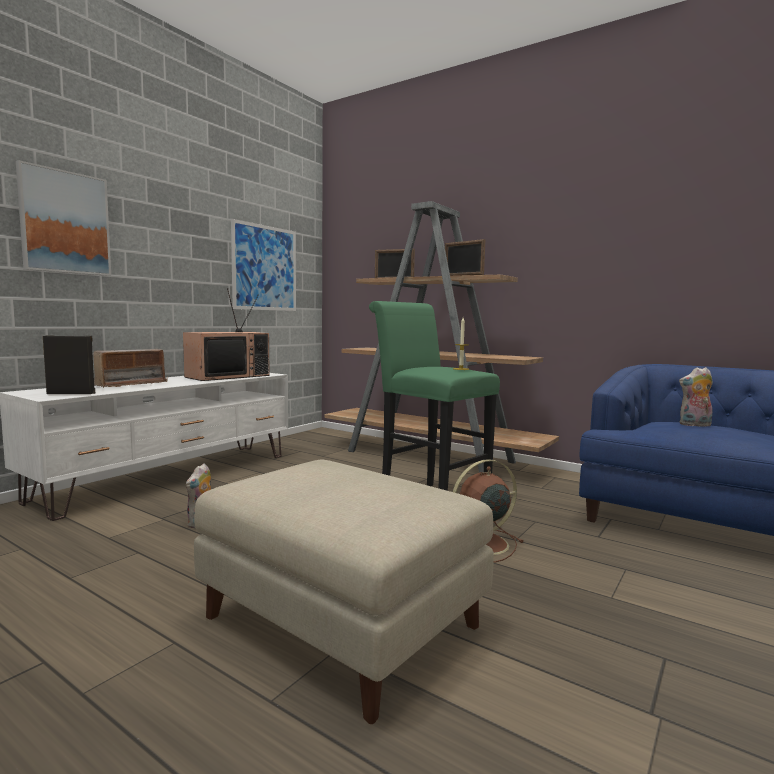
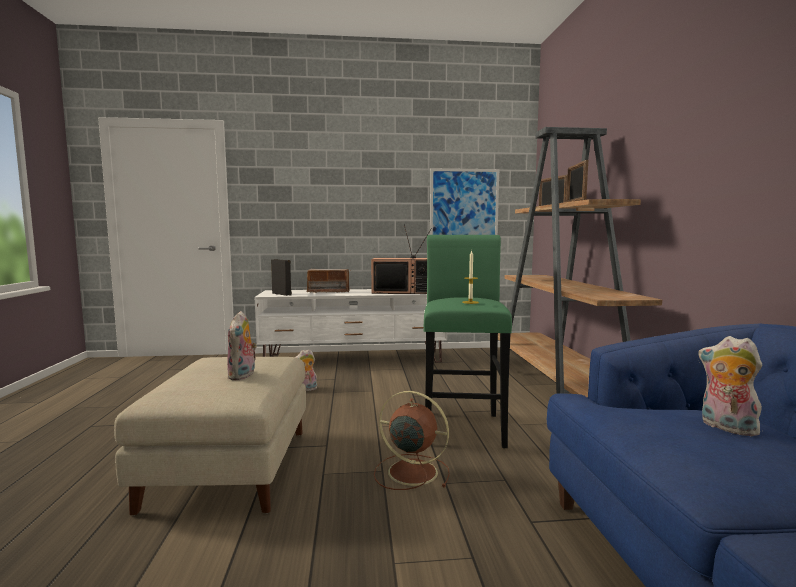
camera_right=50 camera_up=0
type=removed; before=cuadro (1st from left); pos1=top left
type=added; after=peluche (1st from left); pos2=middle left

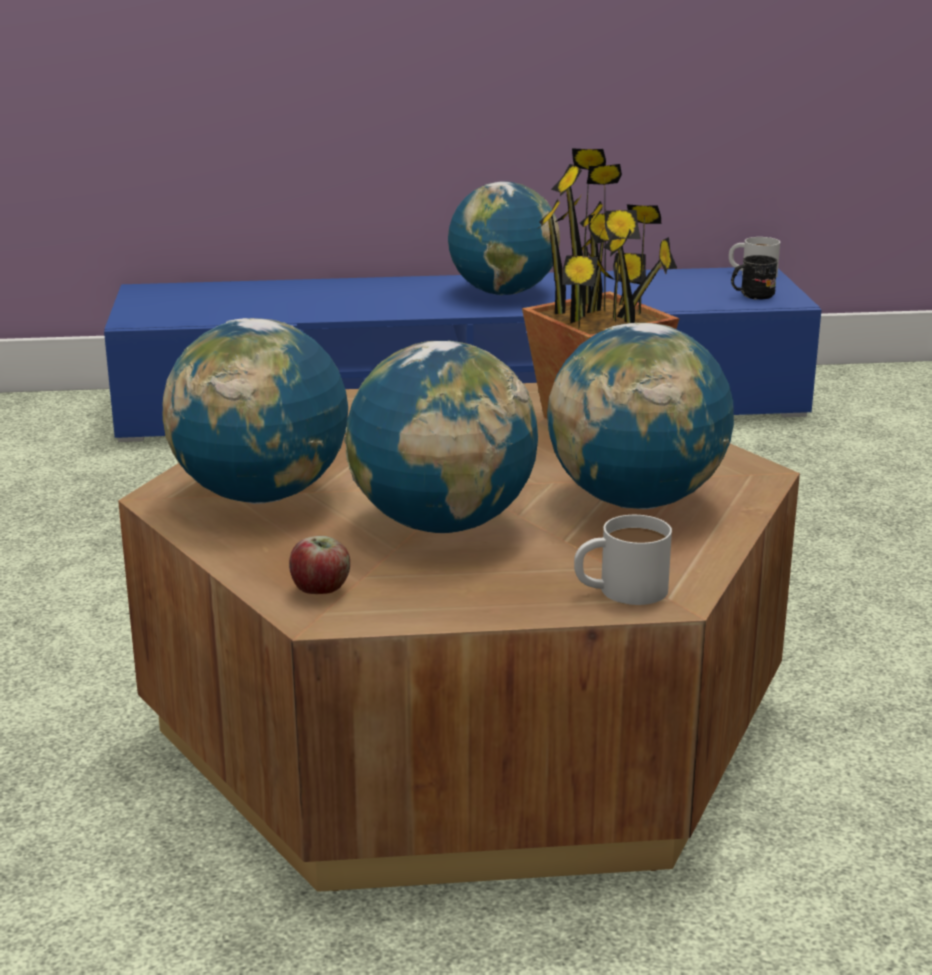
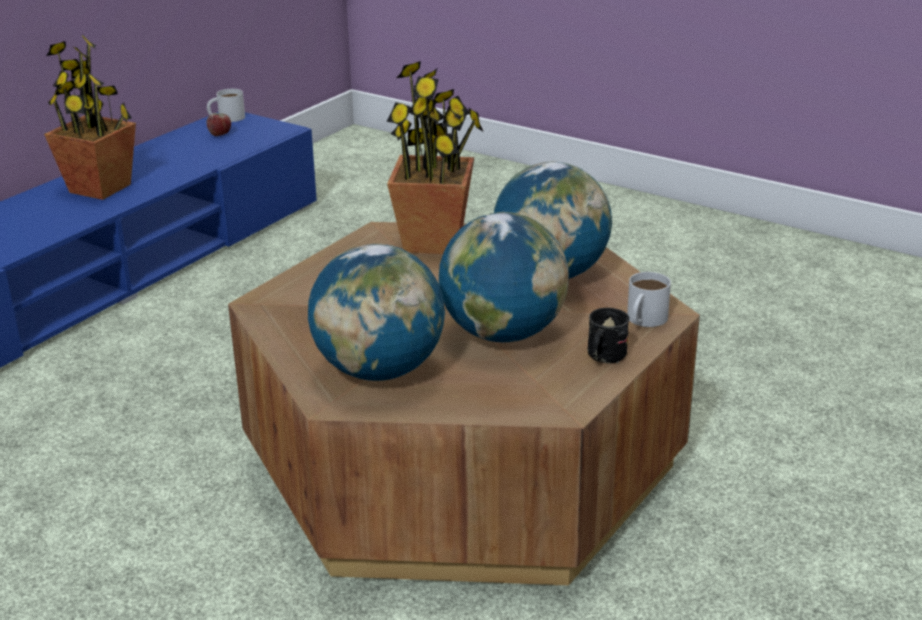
camera_right=-50 camera_up=5
type=replaced; before=globo terráqueo (3rd from left); after=planta en maceta (1st from left); pos1=top centre; pos2=top left
type=moved; before=taza grande [negro]; pos1=top right; pos2=centre
type=moved; before=manzana; pos1=centre; pos2=top left

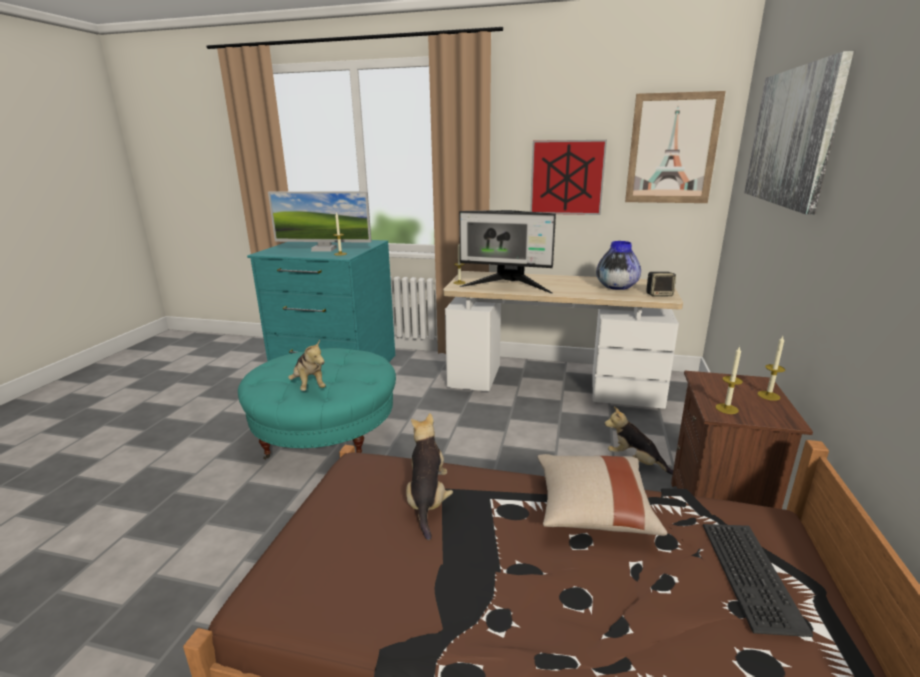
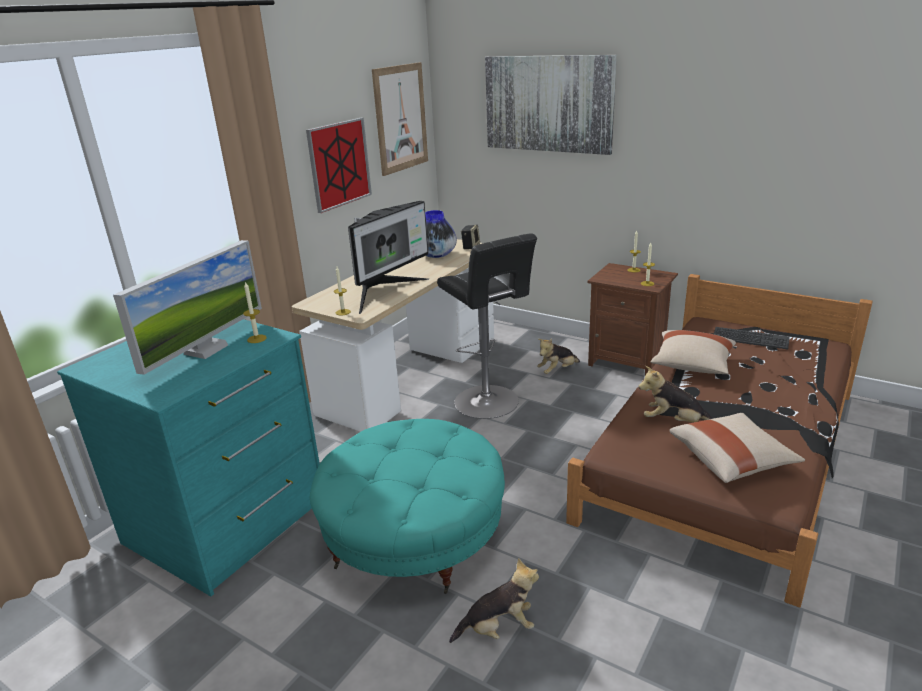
camera_right=-70 camera_up=5
type=moved; before=peluche (1st from left); pos1=centre; pos2=bottom centre
type=added; after=taburete [negro]; pos2=centre
type=added; after=cojín [beis] (2nd from left); pos2=middle right

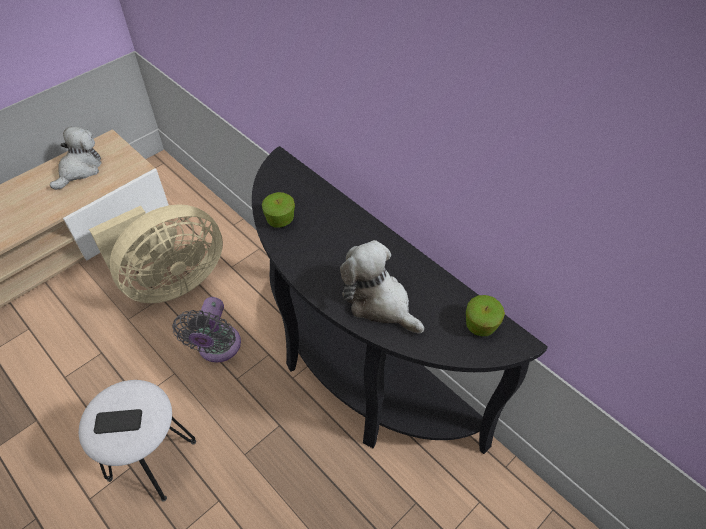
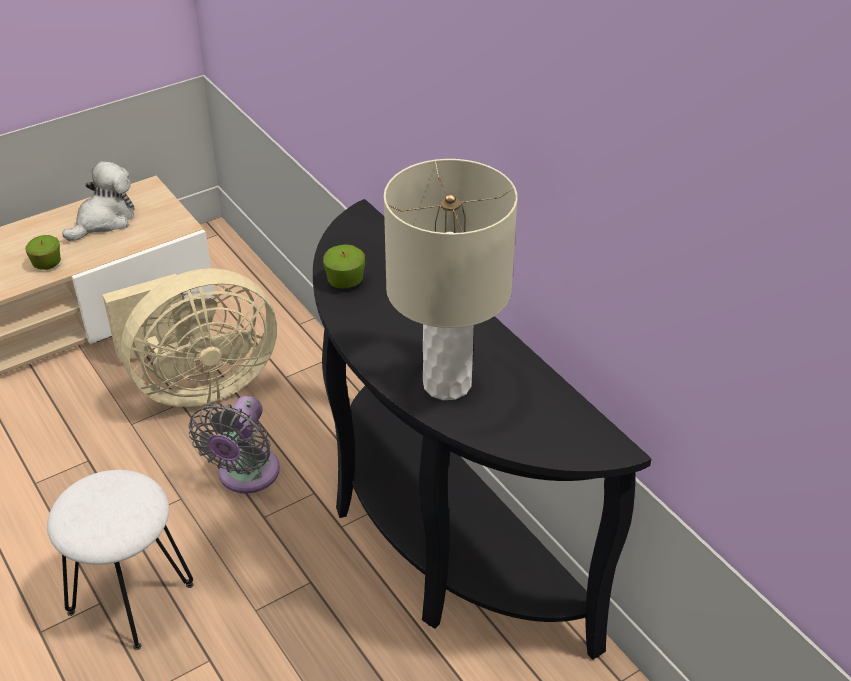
camera_right=10 camera_up=-10
type=replaced; before=peluche (2nd from left); after=lámpara de mesa [beis]; pos1=centre; pos2=centre
type=moved; before=manzana (2nd from left in the first image); after=manzana (1st from left); pos1=middle right; pos2=middle left
type=removed; before=móvil; pos1=bottom left

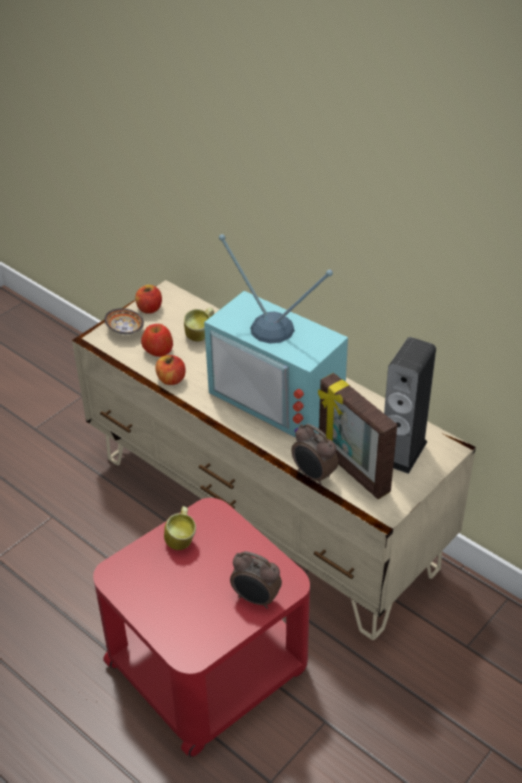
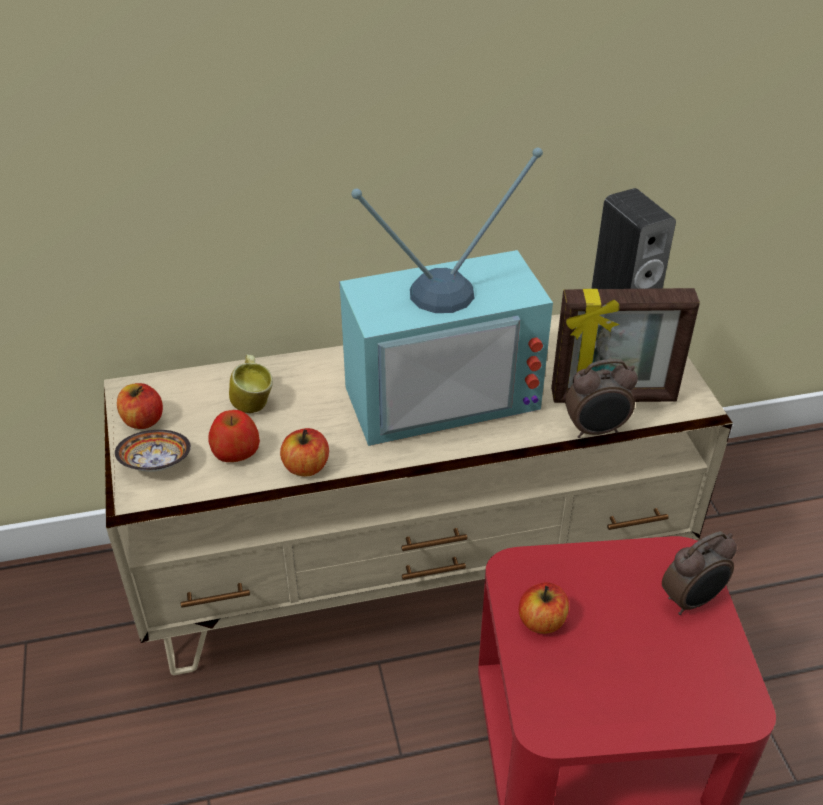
camera_right=-55 camera_up=0
type=replaced; before=taza grande (1st from left); after=manzana (4th from left); pos1=bottom centre; pos2=bottom centre

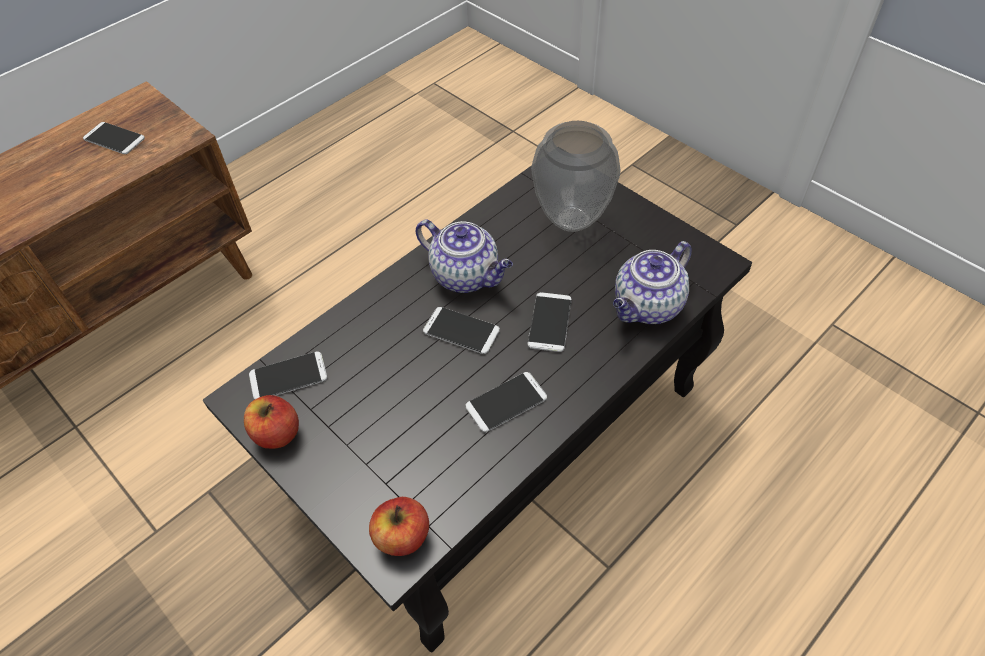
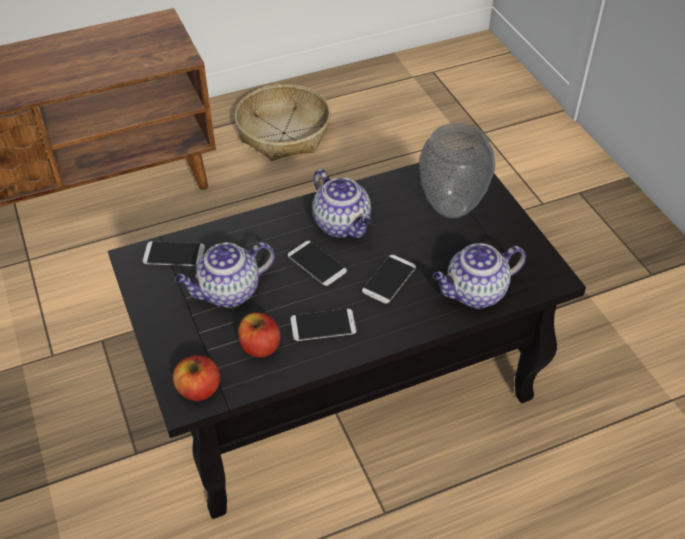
camera_right=20 camera_up=-5
type=removed; before=móvil (1st from left); pos1=top left
type=moved; before=manzana (1st from left in the first image); after=manzana (2nd from left); pos1=middle left; pos2=centre
type=added; after=cesta; pos2=top centre
type=added; after=tetera (1st from left); pos2=middle left

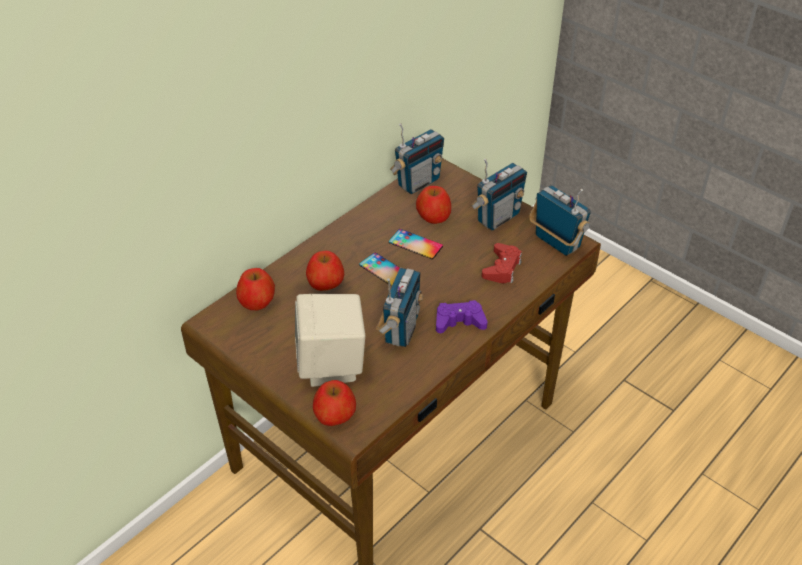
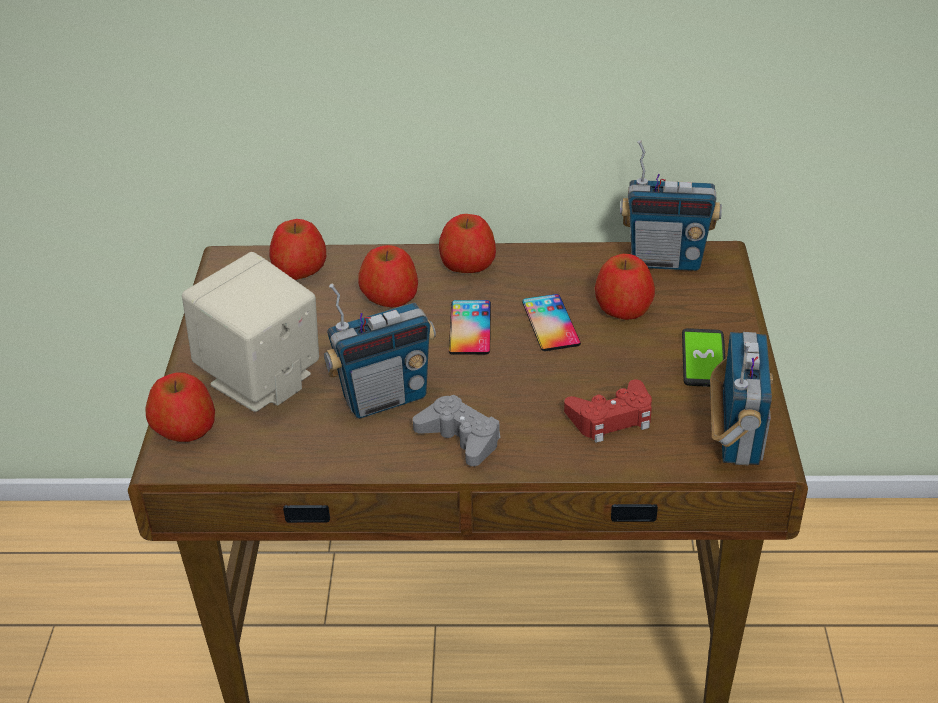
camera_right=50 camera_up=-5
type=replaced; before=radio (3rd from left); after=móvil (3rd from left); pos1=centre; pos2=middle right
type=recoloured; before=mando de consola [morado]; after=mando de consola [gris]; pos1=centre; pos2=centre
type=added; after=manzana (4th from left); pos2=centre

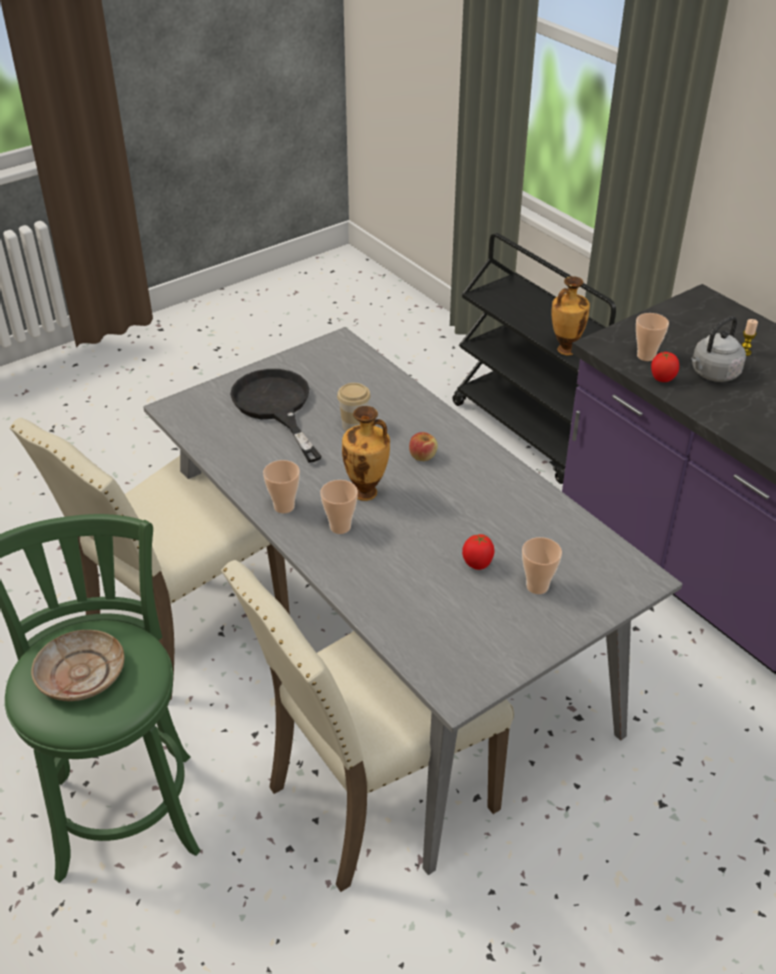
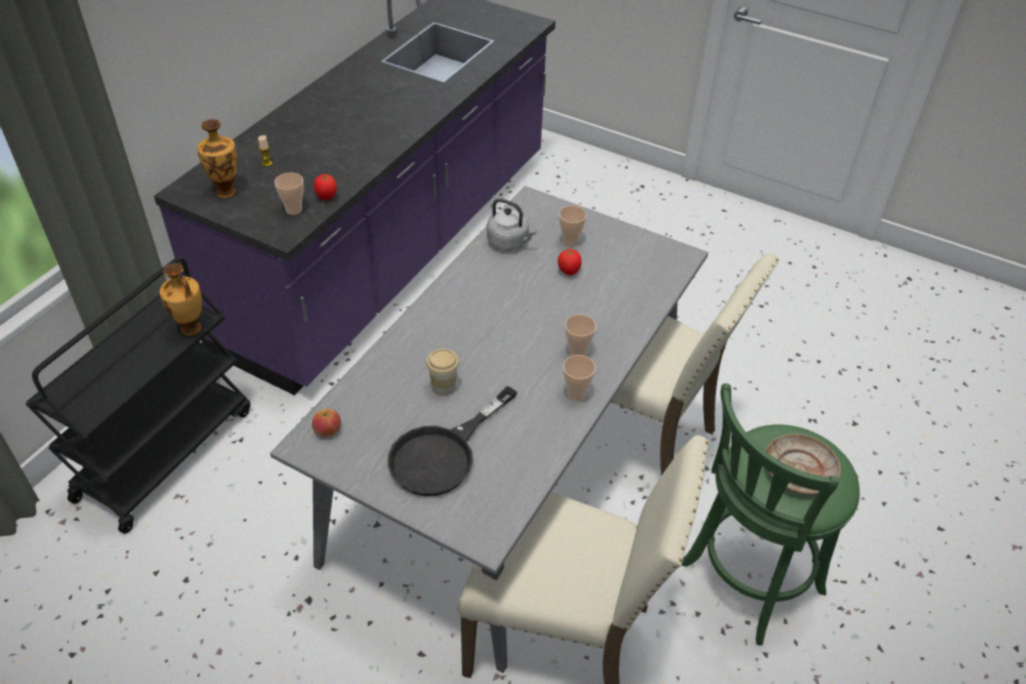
camera_right=-115 camera_up=5
type=moved; before=hervidor [gris]; pos1=middle right; pos2=top centre
type=moved; before=florero (1st from left in the first image); after=florero (2nd from left); pos1=centre; pos2=top left
type=moved; before=manzana; pos1=centre; pos2=middle left

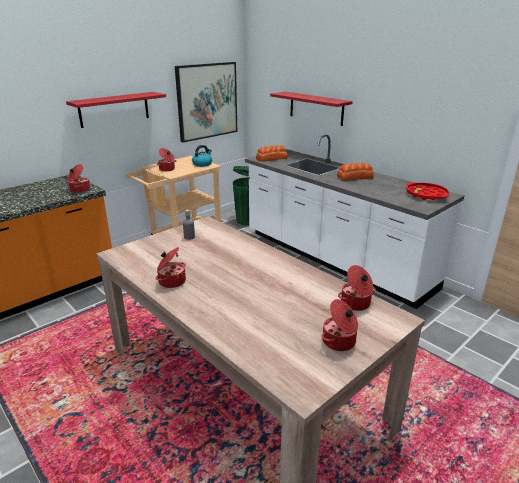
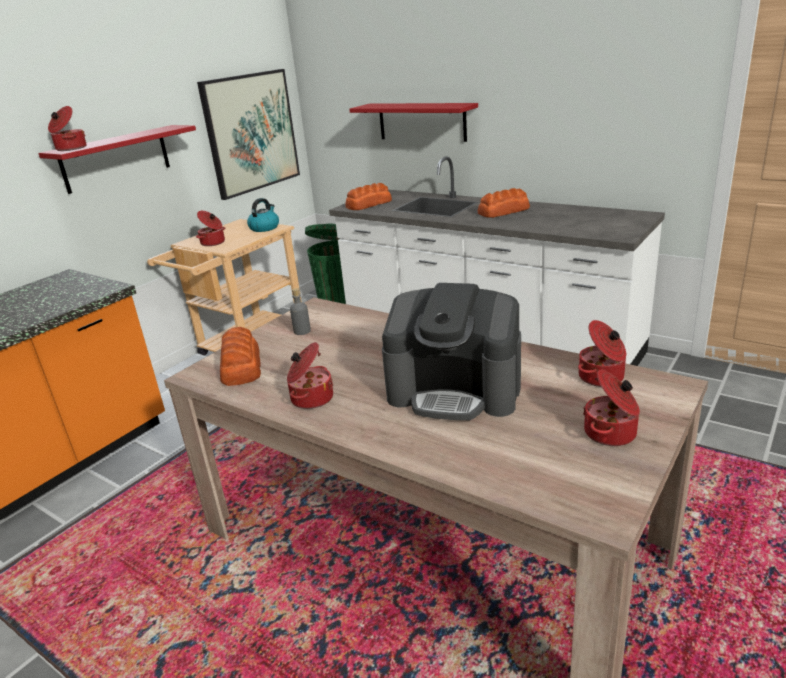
camera_right=-10 camera_up=0
type=moved; before=olla (1st from left); pos1=middle left; pos2=top left
type=removed; before=bandeja [rojo]; pos1=middle right
type=added; after=cafetera; pos2=centre
type=added; after=pan (1st from left); pos2=middle left

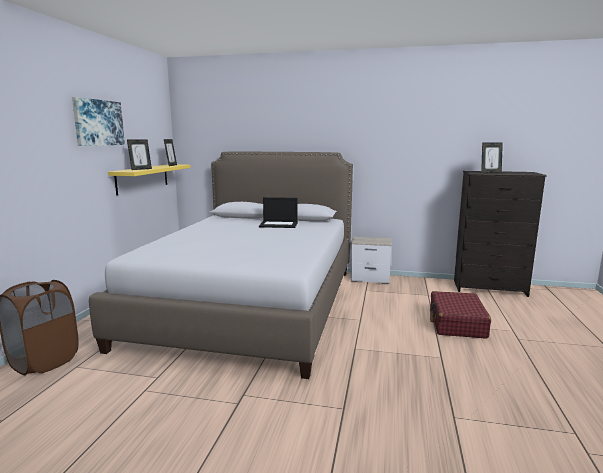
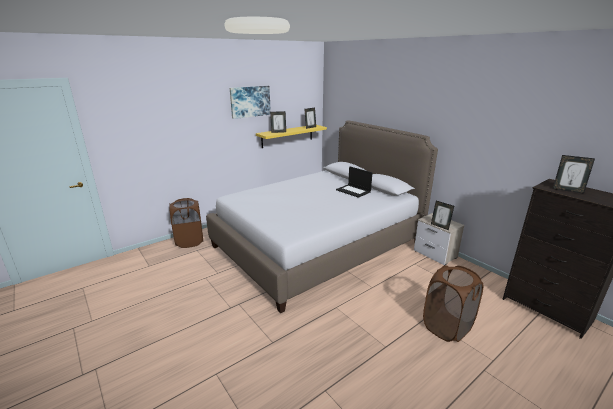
camera_right=40 camera_up=10
type=replaced; before=maleta [rojo]; after=cesto de la ropa [marrón] (2nd from left); pos1=middle right; pos2=bottom right
type=added; after=portarretratos (3rd from left); pos2=middle right

